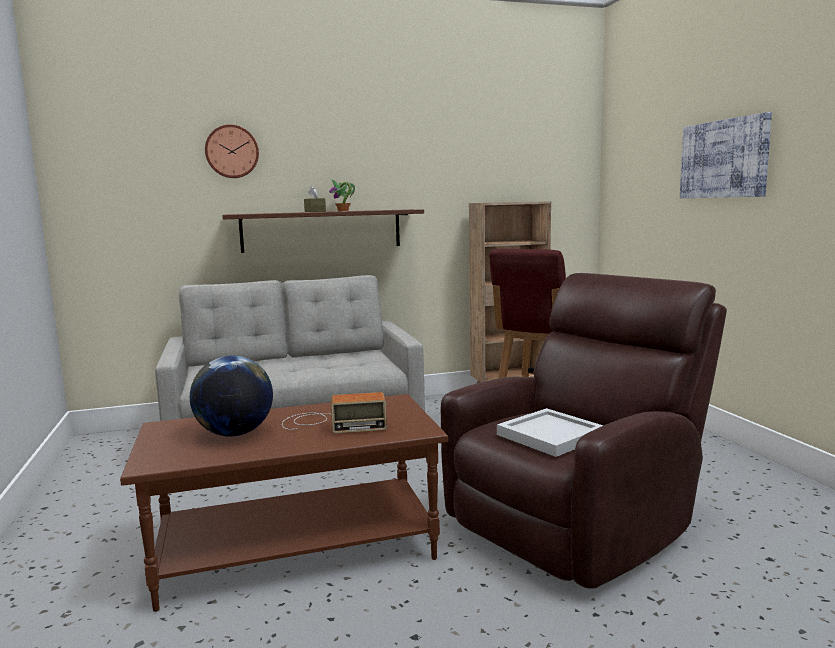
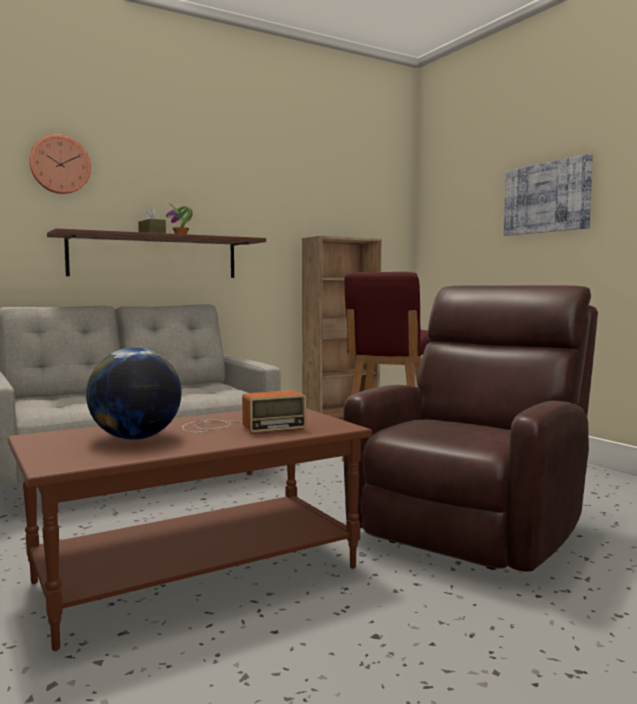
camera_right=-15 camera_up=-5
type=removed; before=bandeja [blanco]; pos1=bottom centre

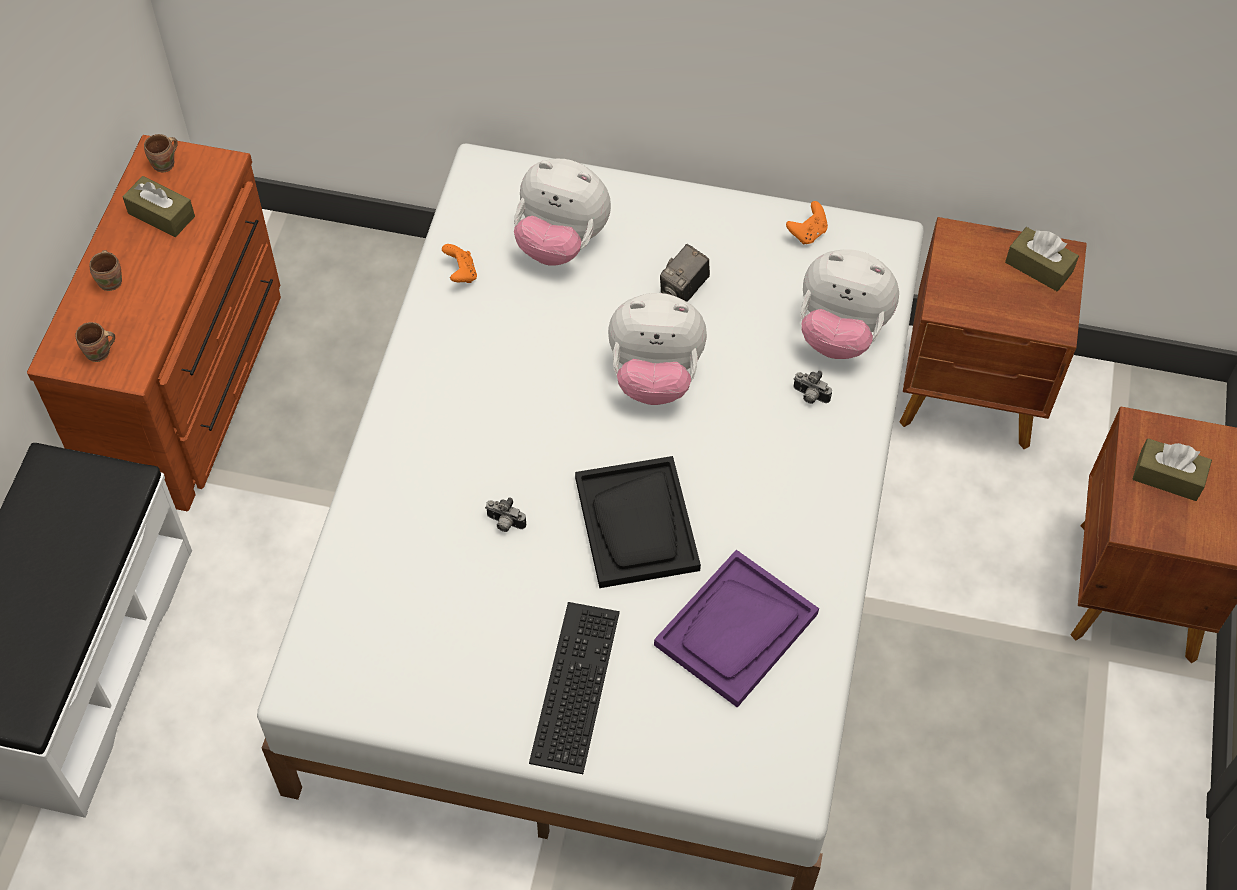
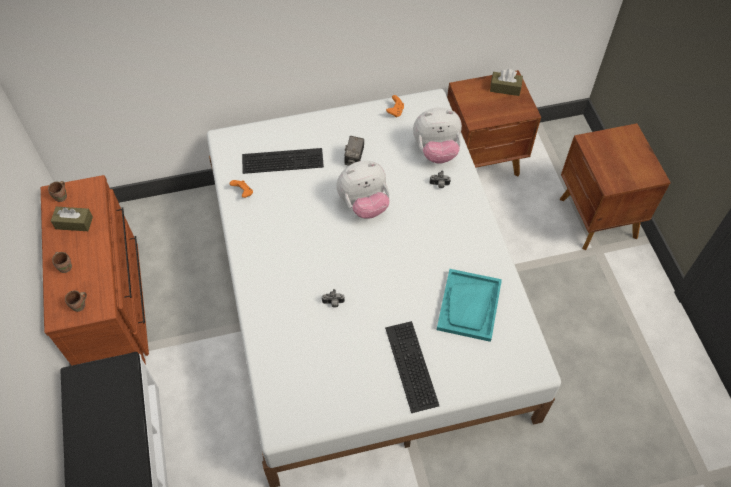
camera_right=-25 camera_up=0
type=replaced; before=peluche (1st from left); after=teclado (1st from left); pos1=top centre; pos2=top centre
type=removed; before=caja de pañuelos [marrón] (3rd from left); pos1=middle right
type=removed; before=bandeja [negro]; pos1=centre
type=recoloured; before=bandeja [morado]; after=bandeja [turquesa]; pos1=bottom centre; pos2=centre

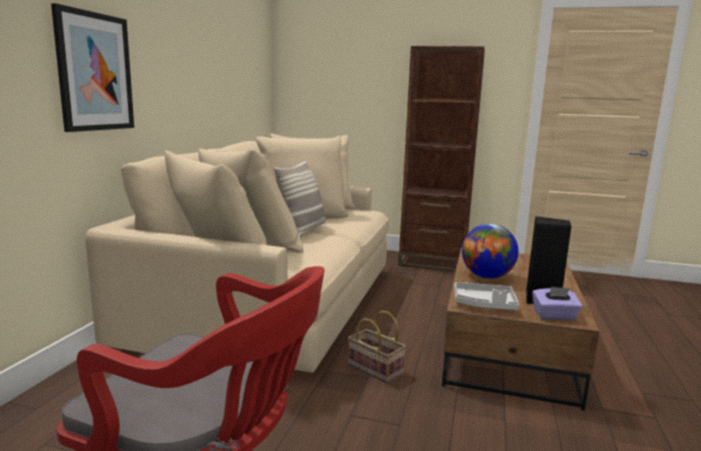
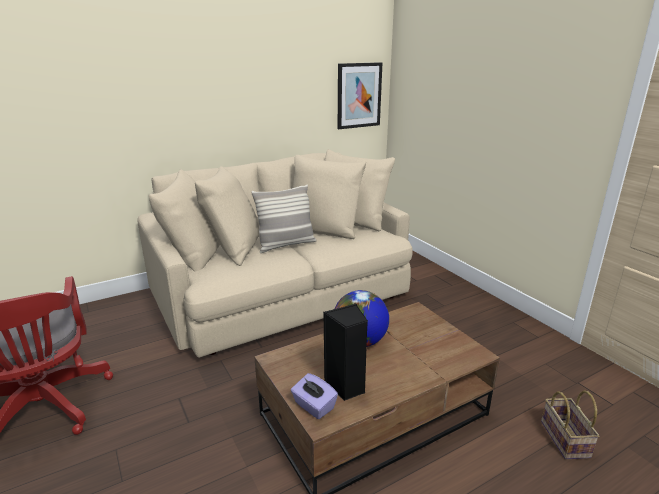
camera_right=45 camera_up=10
type=moved; before=cuadro; pos1=top left; pos2=top centre
type=removed; before=estantería [marrón]; pos1=centre
type=removed; before=bandeja [gris]; pos1=middle right
type=moved; before=cesta; pos1=bottom centre; pos2=bottom right

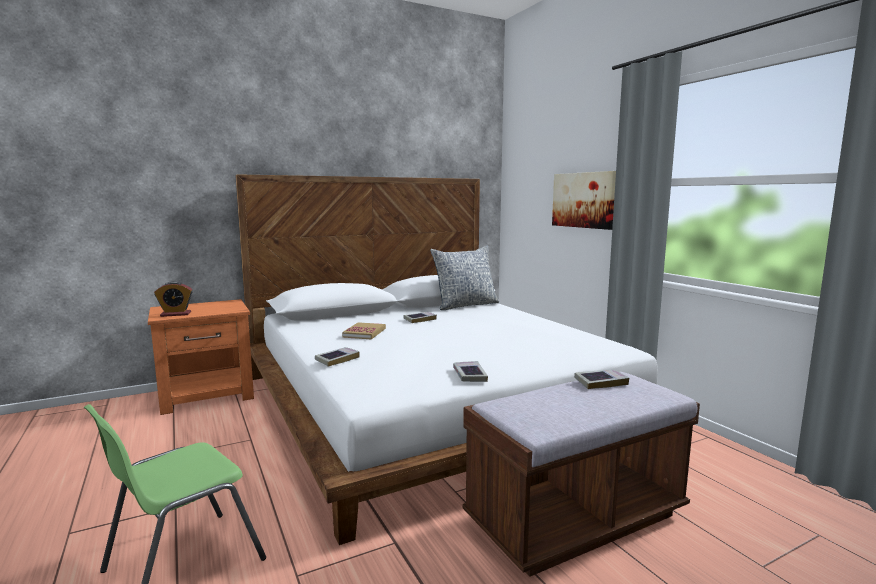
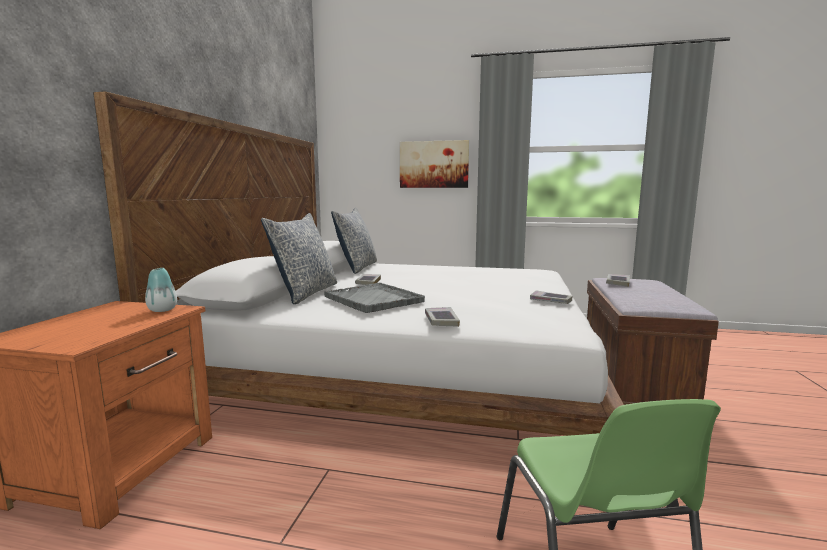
camera_right=-50 camera_up=0
type=removed; before=despertador; pos1=middle left
type=replaced; before=libro (2nd from left); after=bandeja [gris]; pos1=centre; pos2=centre
type=added; after=cojín (1st from left); pos2=centre
type=added; after=florero; pos2=middle left

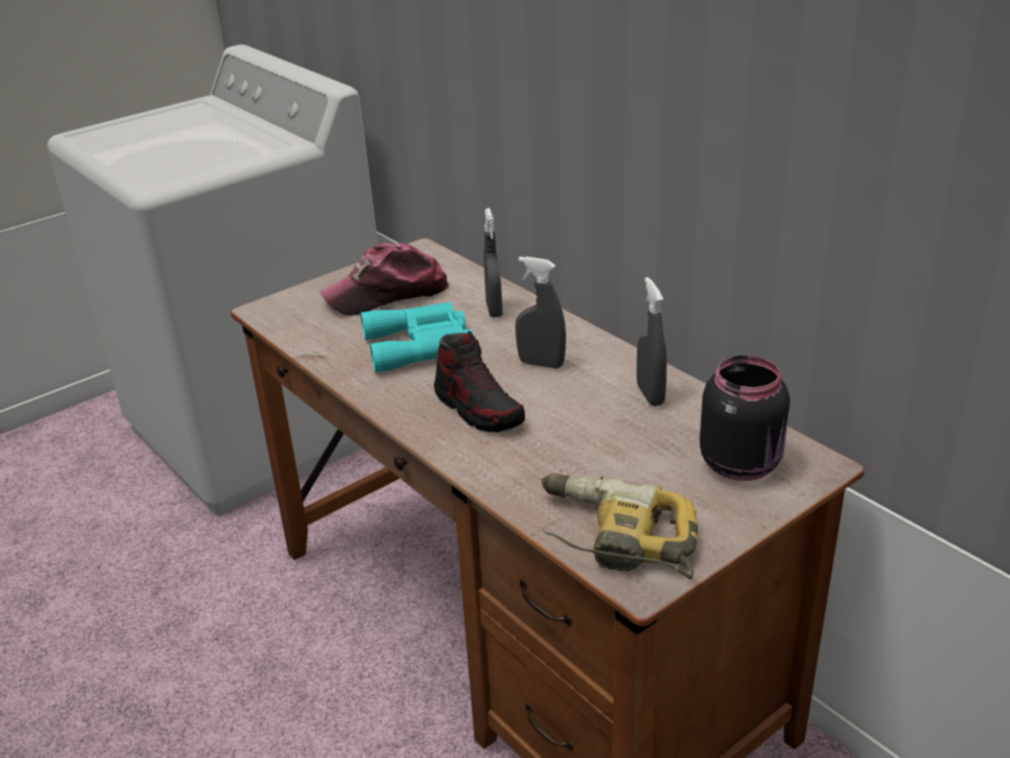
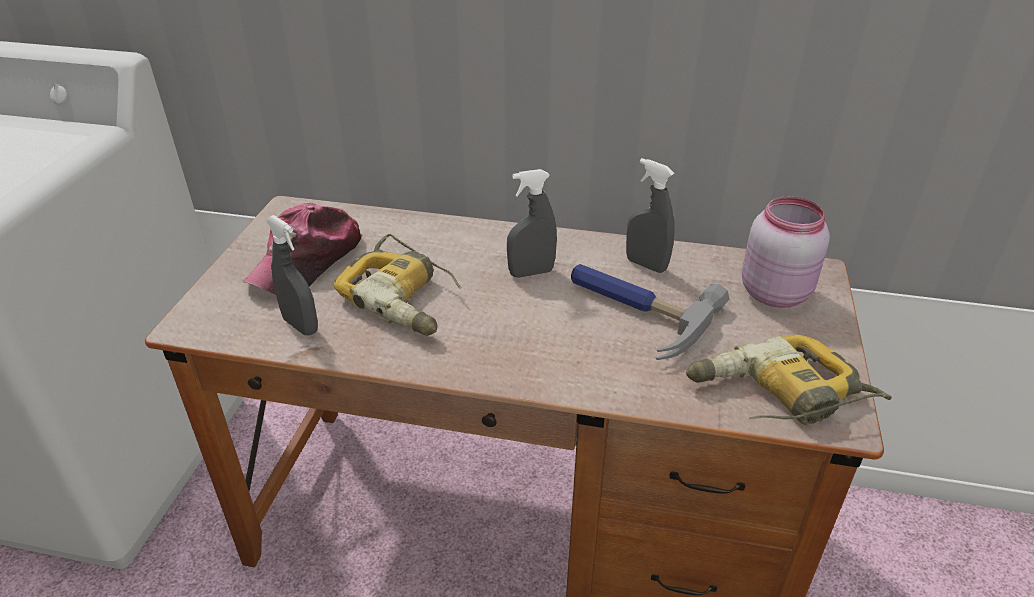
camera_right=-40 camera_up=5
type=moved; before=pulverizador [gris] (1st from left); pos1=centre; pos2=middle left
type=replaced; before=prismáticos [turquesa]; after=taladro (1st from left); pos1=centre; pos2=centre
type=removed; before=zapato; pos1=centre
type=recoloured; before=tarro [negro]; after=tarro [rosa]; pos1=middle right; pos2=middle right
type=added; after=martillo; pos2=centre

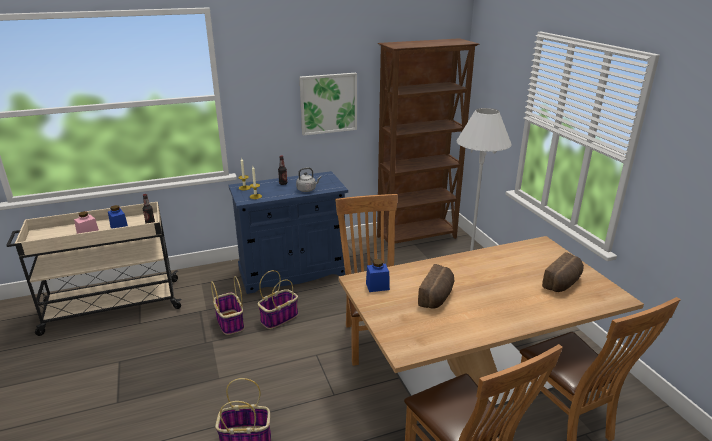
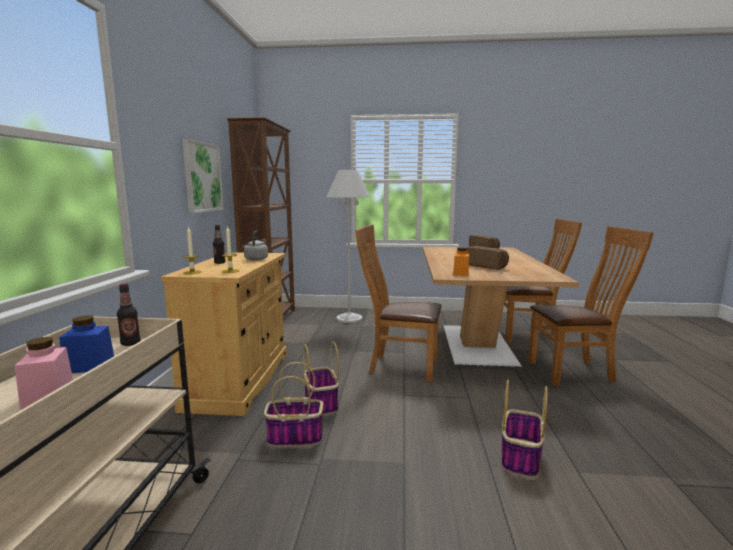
camera_right=-65 camera_up=-15
type=recoloured; before=armario [azul]; after=armario [beis]; pos1=centre; pos2=middle left
type=recoloured; before=tarro [azul] (2nd from left); after=tarro [naranja]; pos1=centre; pos2=centre

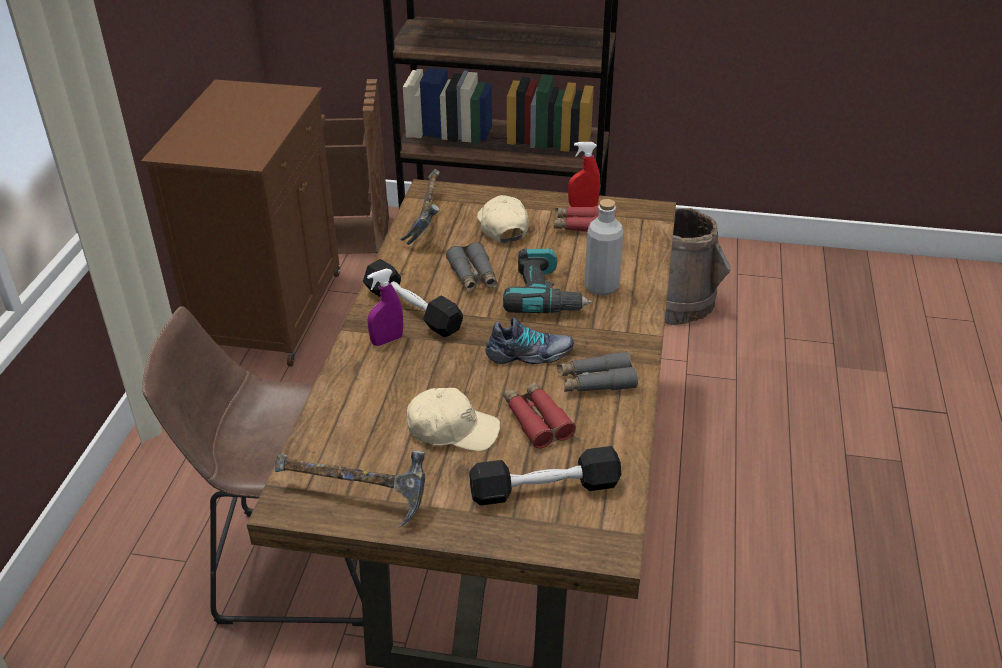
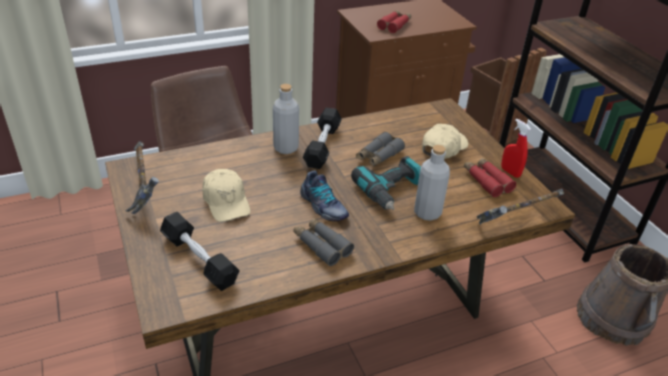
camera_right=55 camera_up=0
type=moved; before=martillo (2nd from left); pos1=top centre; pos2=middle right
type=replaced; before=pulverizador [morado]; after=botella [gris] (1st from left); pos1=centre; pos2=top centre
type=moved; before=prismáticos [rojo] (1st from left); pos1=centre; pos2=top centre

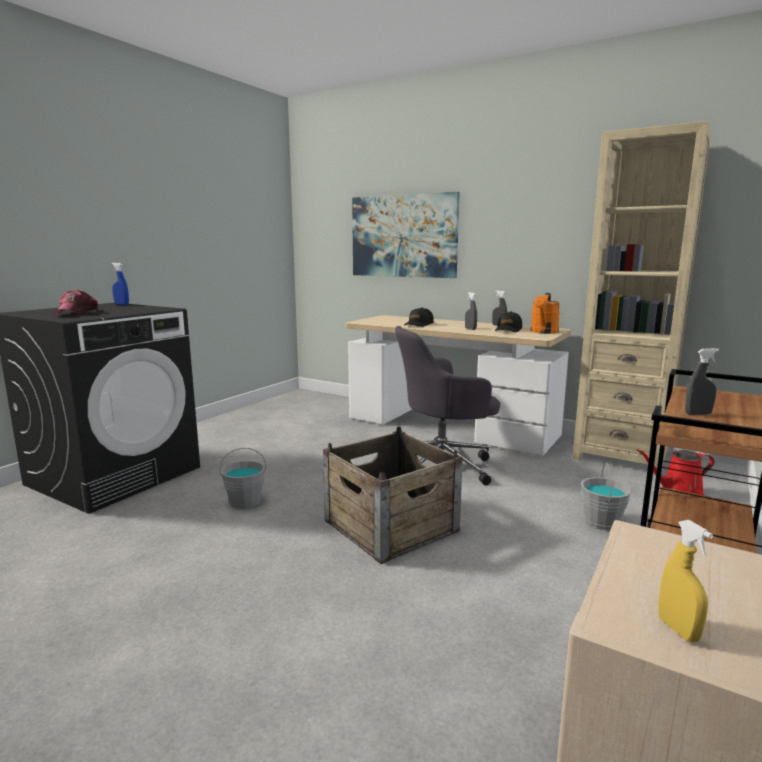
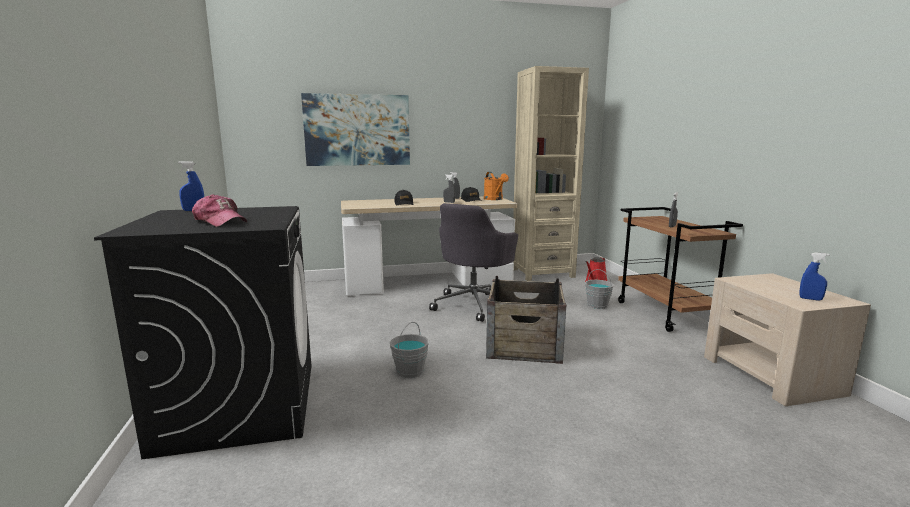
camera_right=-45 camera_up=0
type=recoloured; before=pulverizador [amarillo]; after=pulverizador [azul] (2nd from left); pos1=bottom right; pos2=middle right

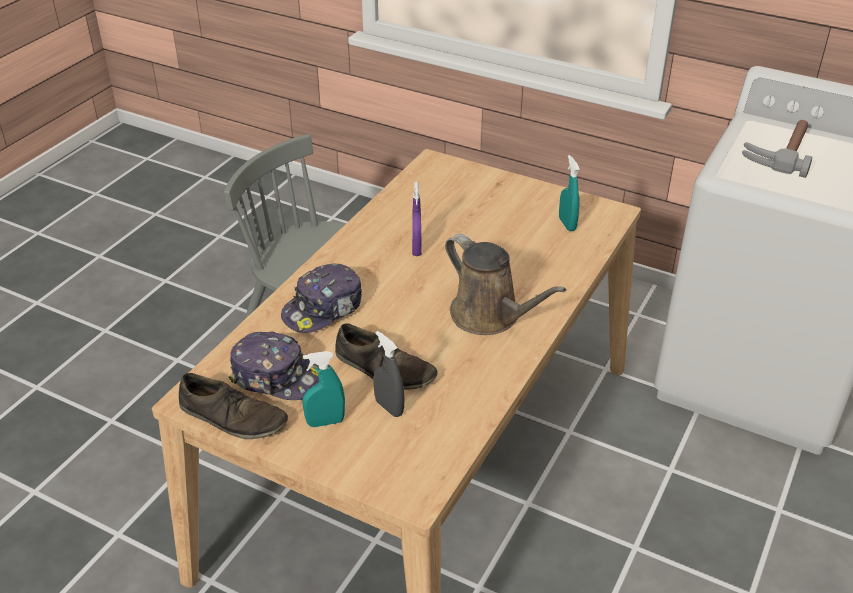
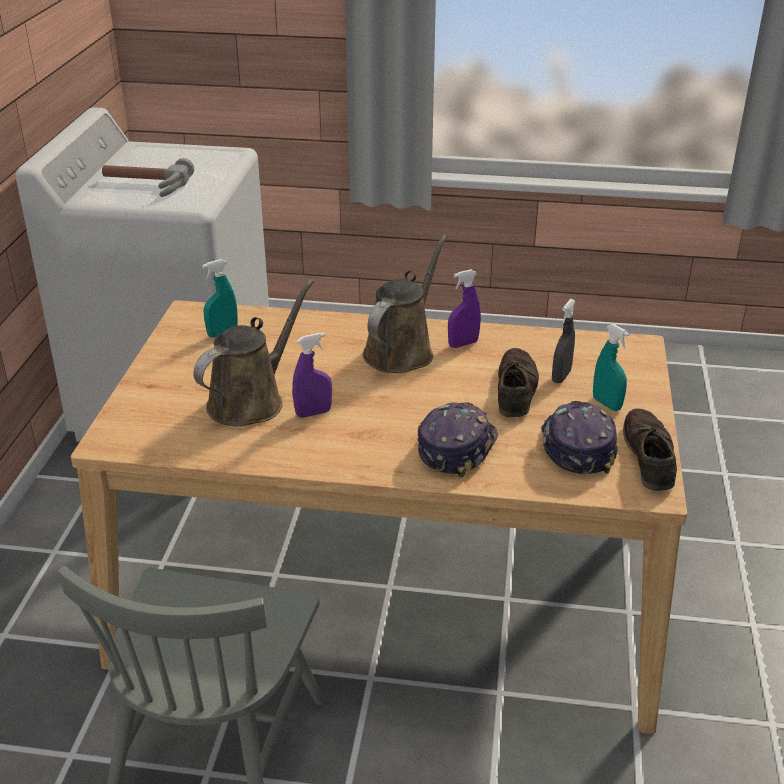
camera_right=-110 camera_up=-5
type=turned; before=gorra (2nd from left in the first image); pos1=centre; pos2=centre; turn=-90
type=added; after=pulverizador [morado] (2nd from left); pos2=centre
type=added; after=regadera [marrón] (1st from left); pos2=middle left

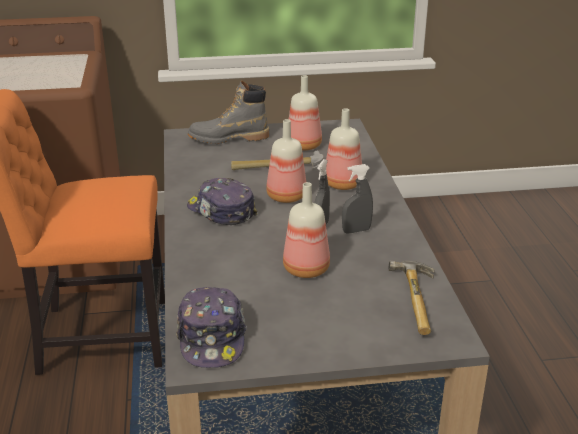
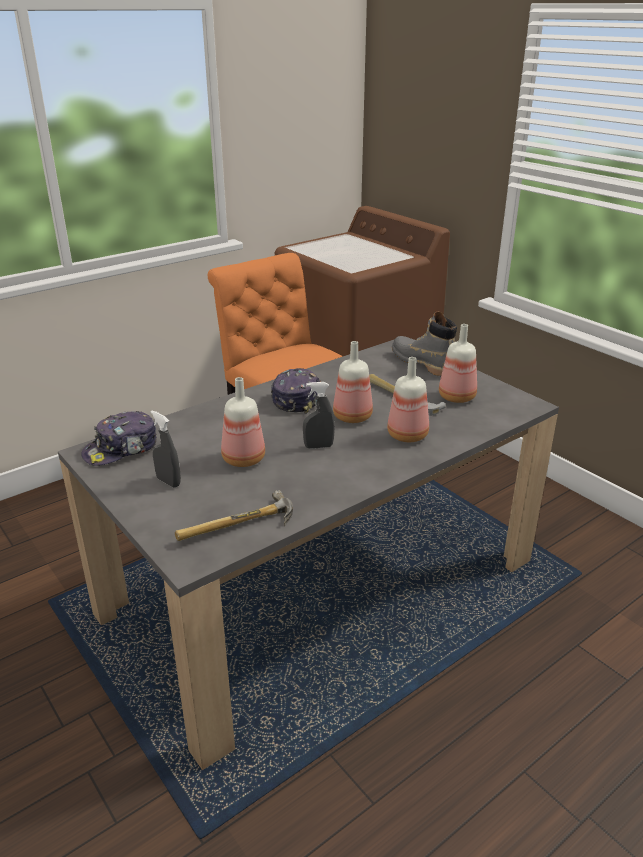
camera_right=60 camera_up=0
type=moved; before=pulverizador [gris] (2nd from left in the first image); after=pulverizador [gris] (1st from left); pos1=centre; pos2=middle left

